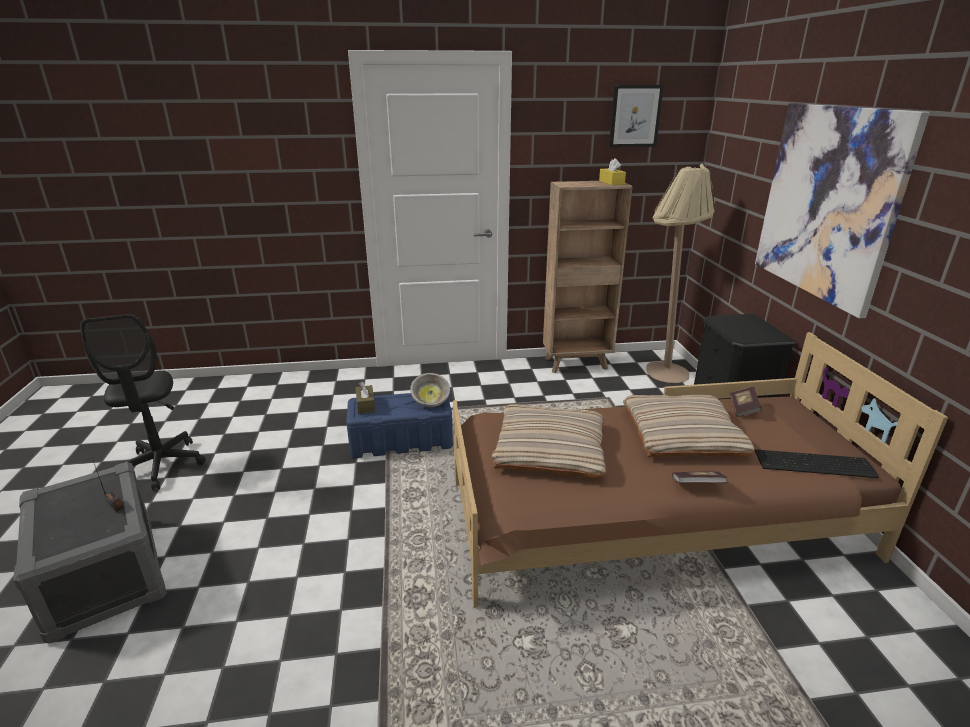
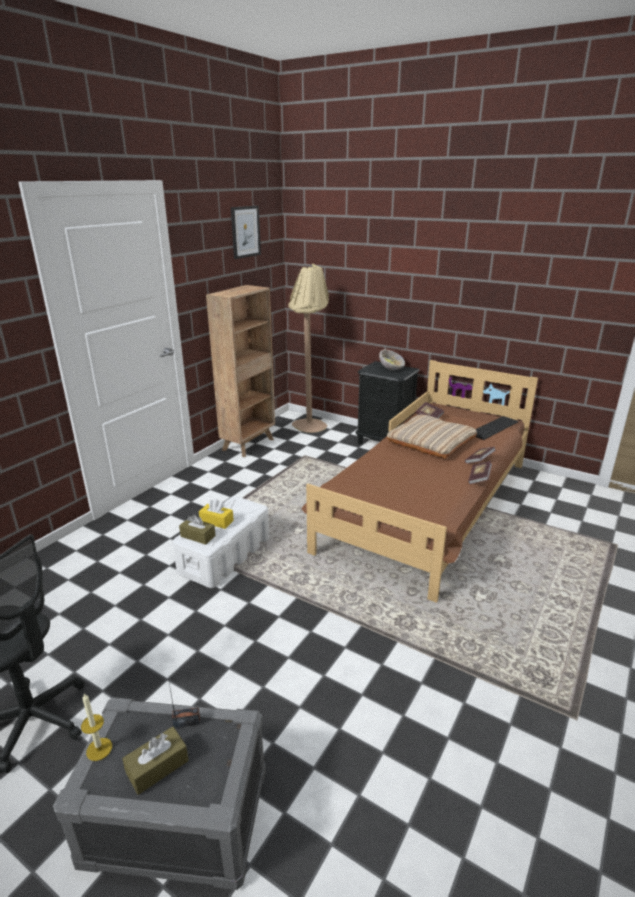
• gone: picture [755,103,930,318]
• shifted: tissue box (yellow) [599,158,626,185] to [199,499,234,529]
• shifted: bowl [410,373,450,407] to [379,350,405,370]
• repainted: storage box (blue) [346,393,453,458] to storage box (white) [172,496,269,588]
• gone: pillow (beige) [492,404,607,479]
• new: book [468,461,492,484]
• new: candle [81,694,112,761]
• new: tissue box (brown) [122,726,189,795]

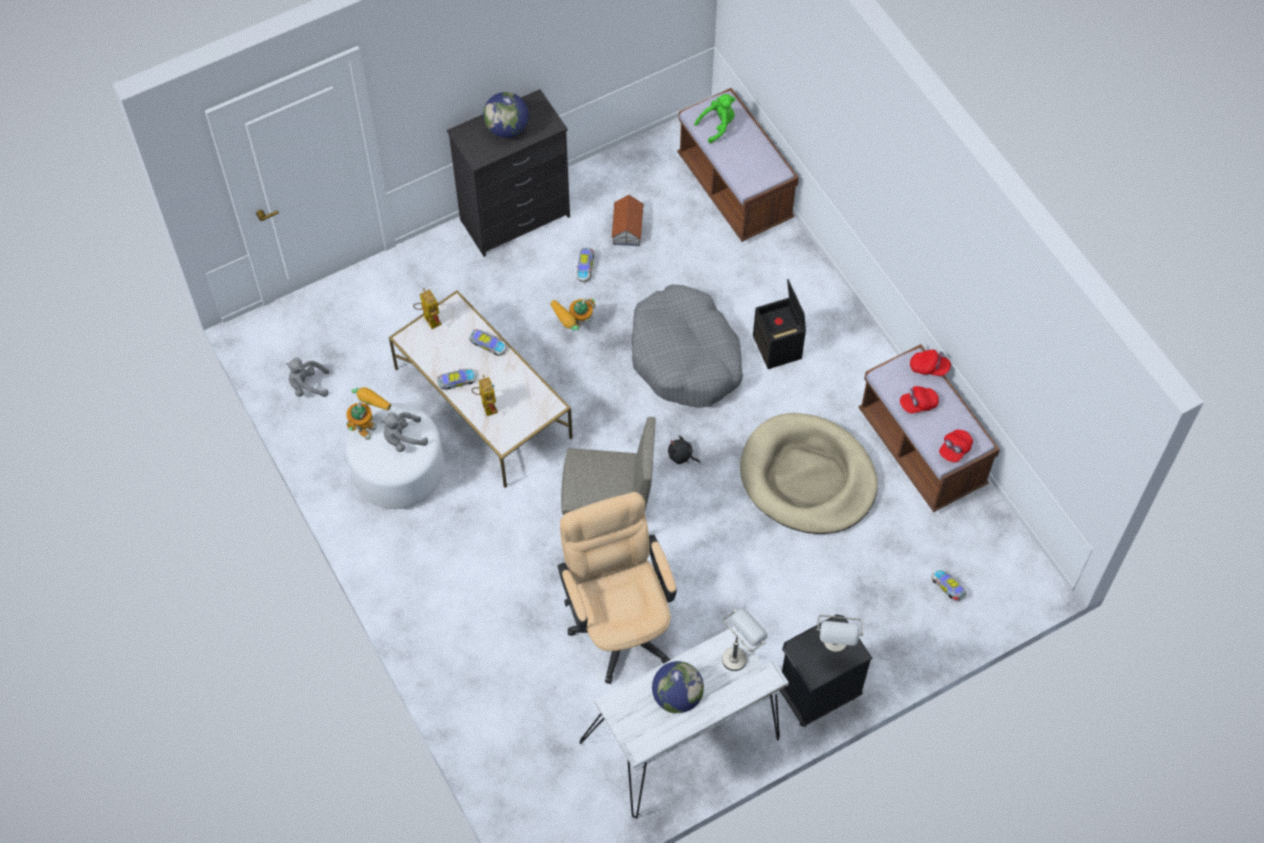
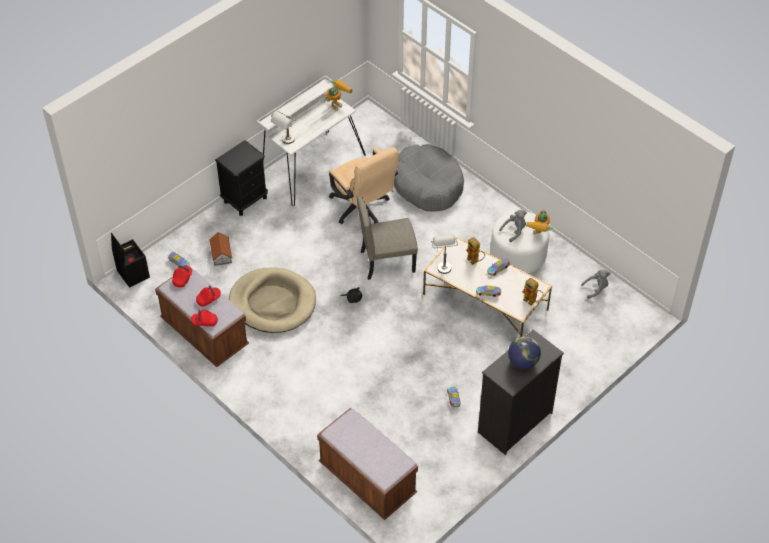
• gone: plush toy (green) [694,94,736,143]
• shifted: toy house [611,195,644,246] to [209,232,232,266]
• shifted: storage box (black) [753,279,806,369] to [111,233,150,288]
• shifted: dog bed (grey) [632,285,743,408] to [394,144,464,212]
• shifted: toy robot [550,298,596,331] to [325,80,353,112]
• shifted: table lamp (grey) [816,615,863,653] to [431,234,458,274]
• gone: globe [652,661,704,713]

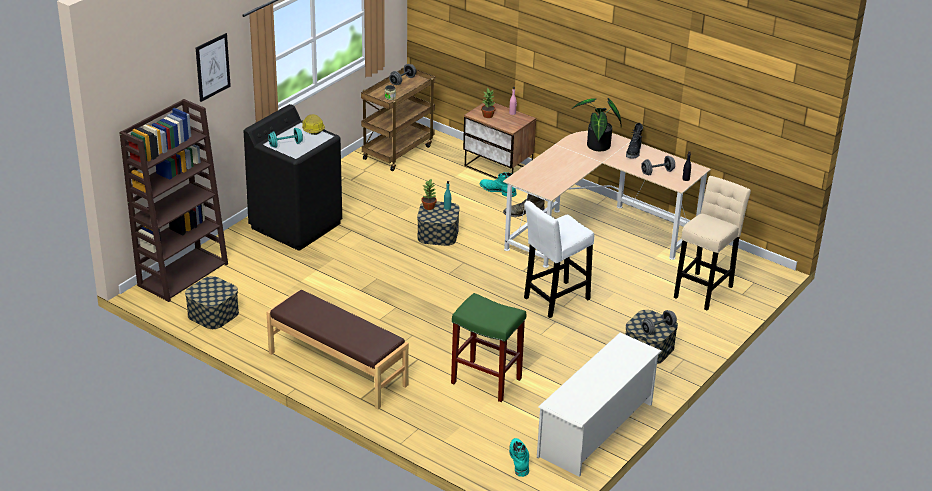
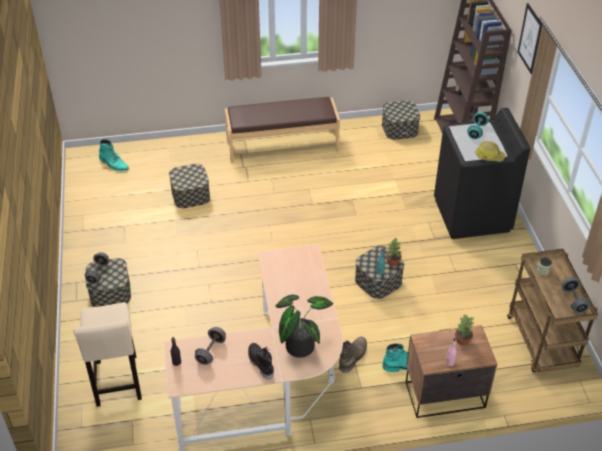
• gone: stool (white) [524,201,594,318]
• swapped: stool (green) [451,293,526,402] to storage box [169,164,210,208]
• gone: shoe rack (white) [537,333,662,477]

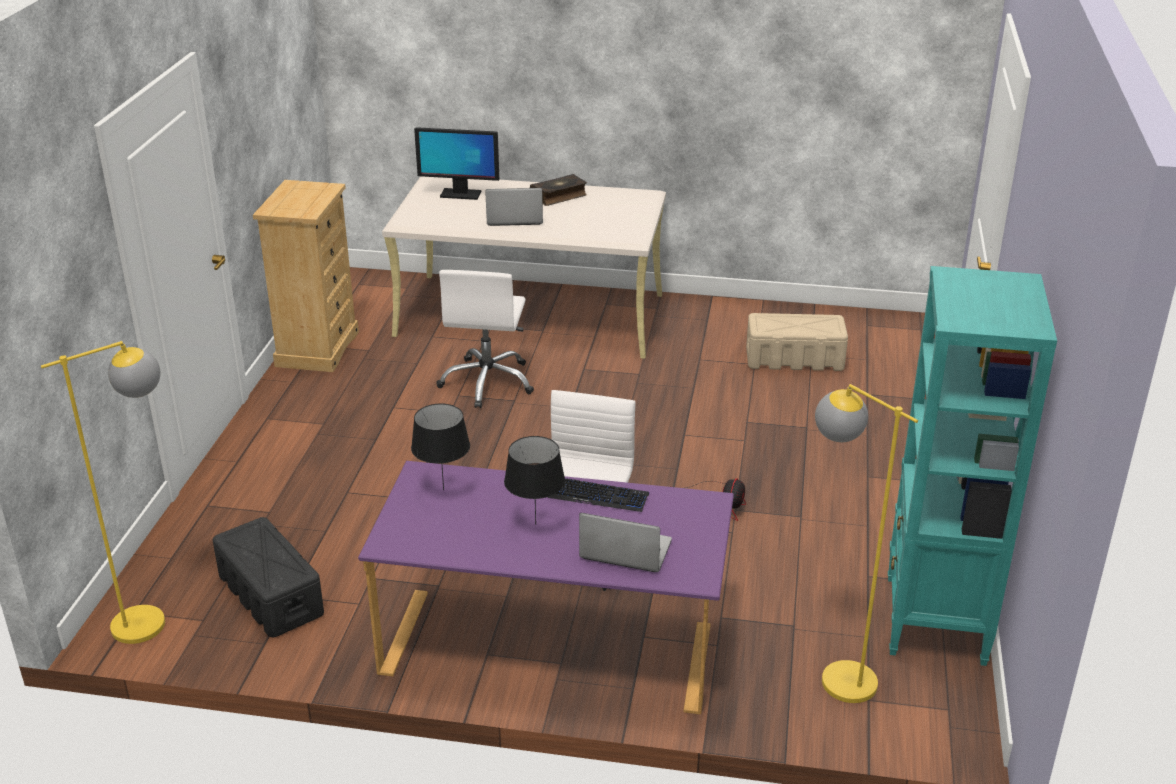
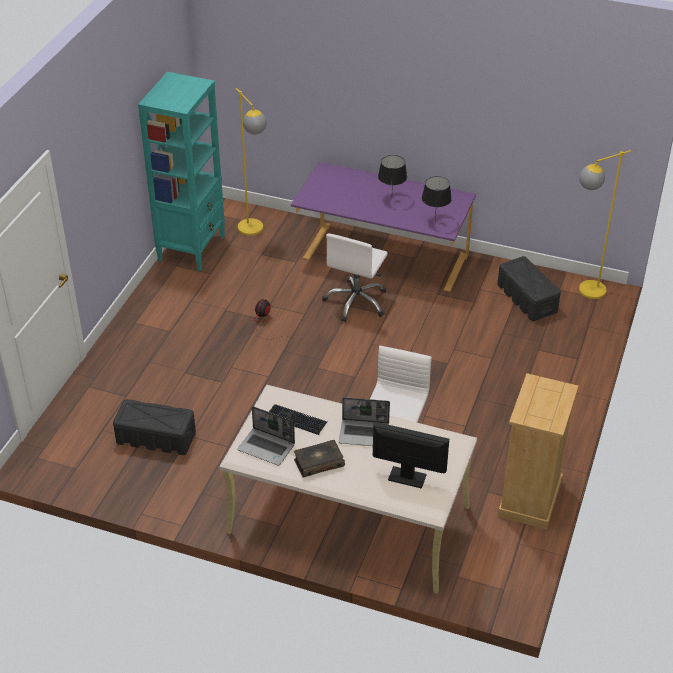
• repainted: storage box (beige) [746,313,848,371] to storage box (black) [113,399,196,455]
• shifted: keyboard [548,478,649,512] to [269,404,327,435]
• shifted: laptop [579,513,672,572] to [237,406,295,466]

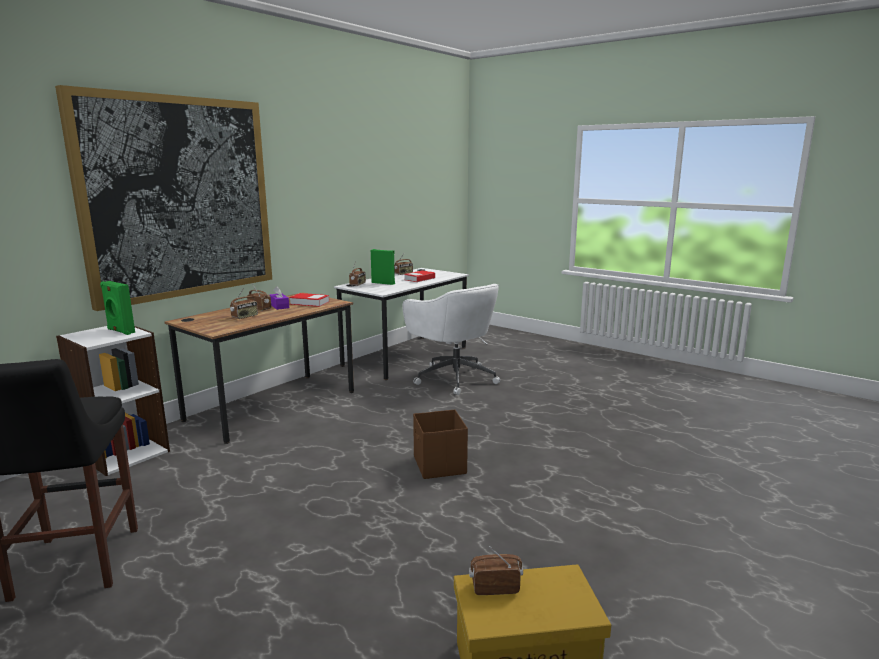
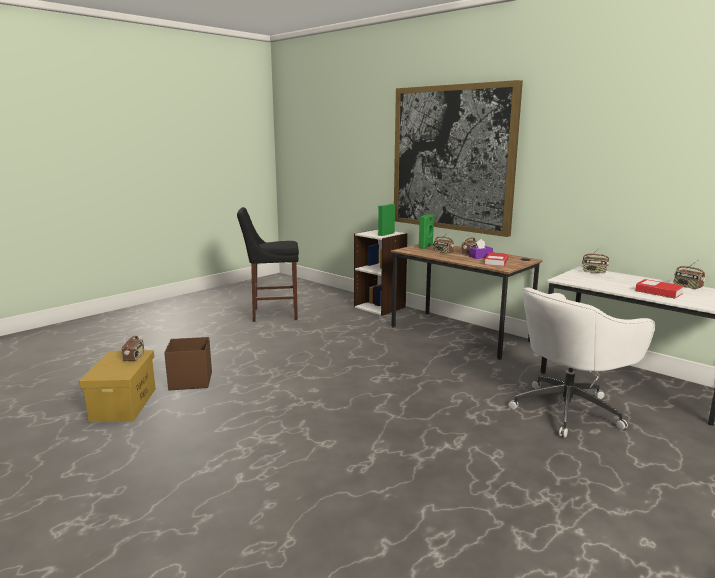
• shifted: speaker (green) [371,249,395,285] to [419,214,434,249]
• shifted: storage box (brown) [413,410,468,479] to [164,337,212,390]

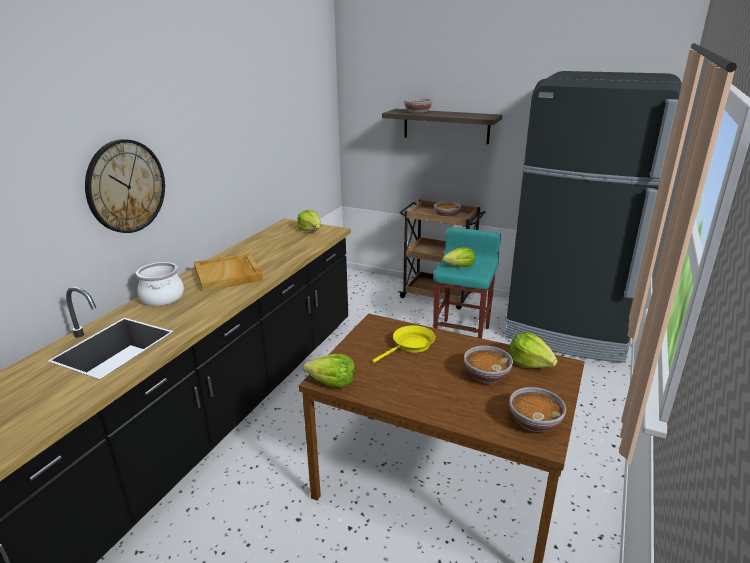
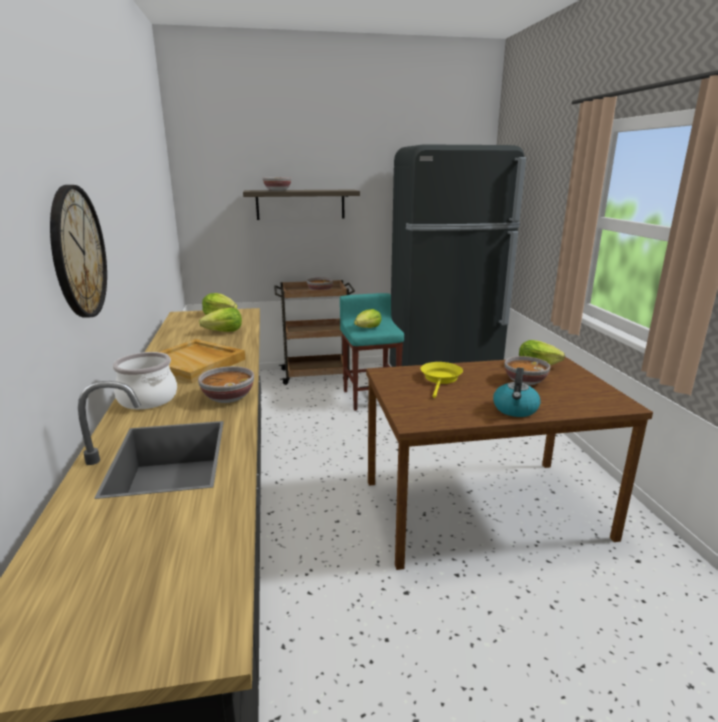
• shifted: lettuce [304,354,355,388] to [199,307,242,332]
• shifted: bowl [509,387,566,432] to [198,366,254,403]
• new: kettle [493,368,541,417]

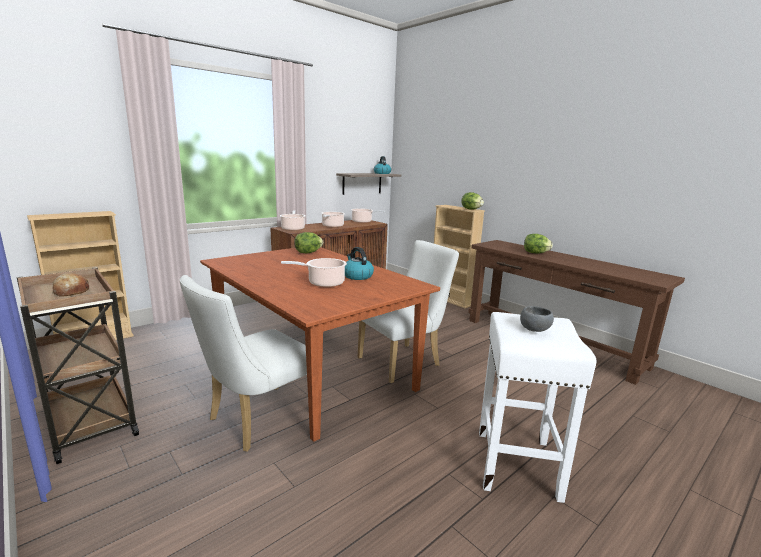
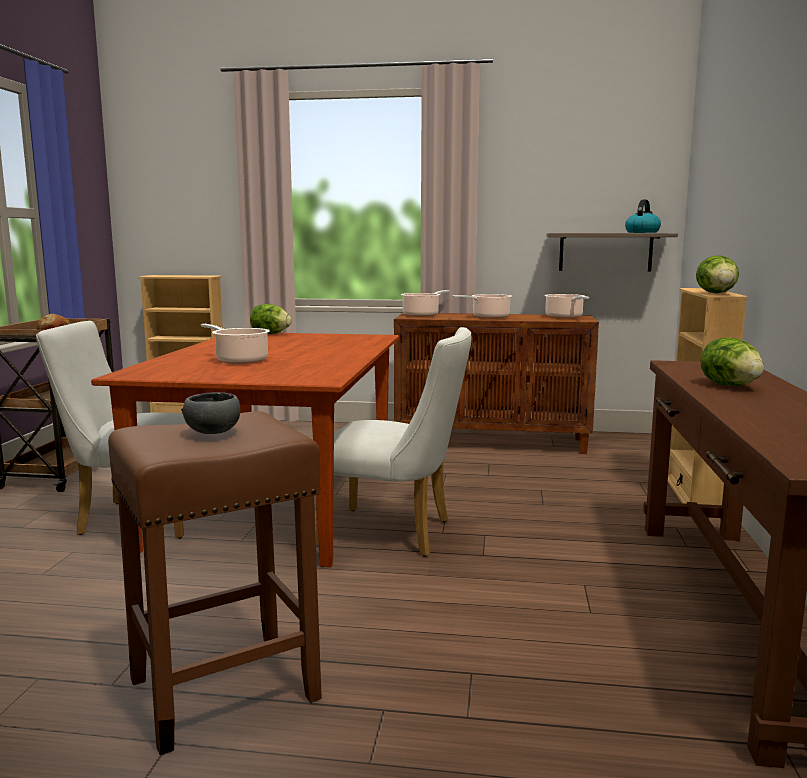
• shifted: lettuce [294,232,323,253] to [250,304,292,334]
• gone: kettle [345,247,374,280]
• repainted: stool (white) [479,312,596,503] to stool (brown) [108,411,322,755]

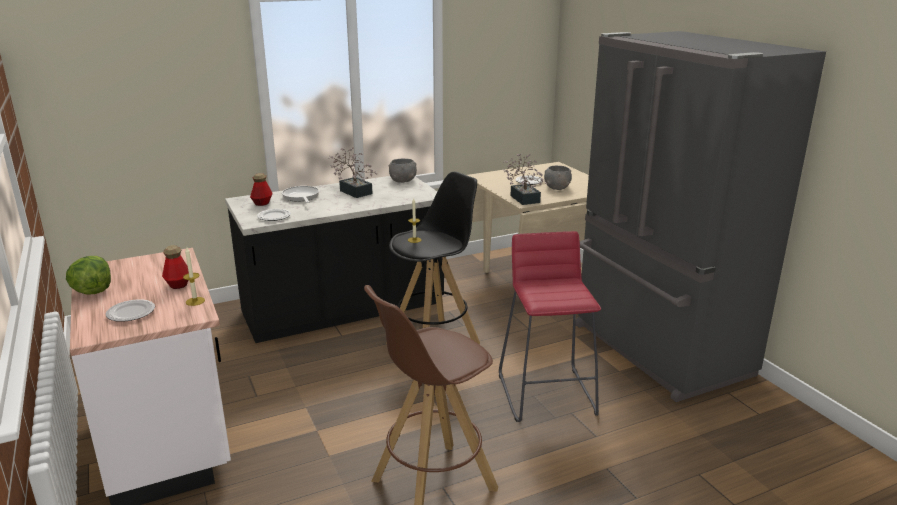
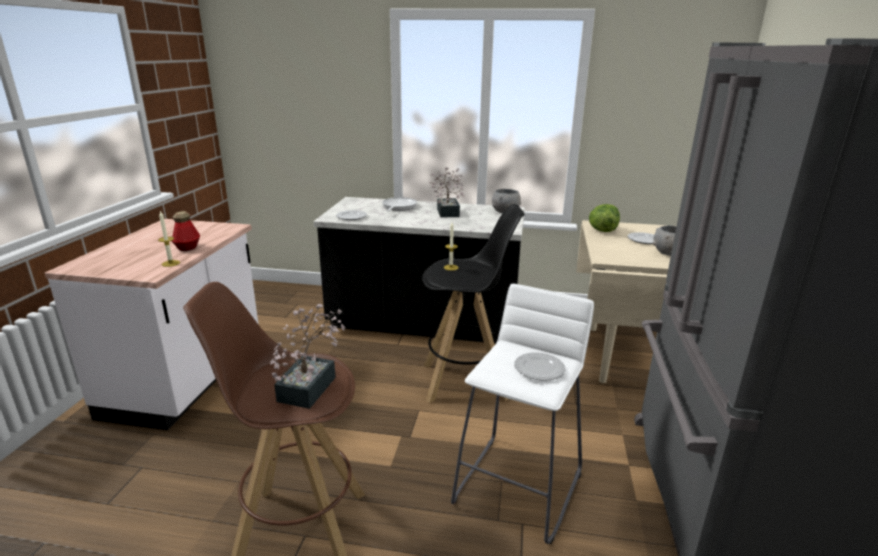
• shifted: potted plant [503,154,547,205] to [270,304,345,409]
• gone: bottle [250,173,272,206]
• repainted: stool (red) [499,231,601,422] to stool (white) [451,284,594,544]
• shifted: lettuce [66,256,111,294] to [589,204,620,232]
• shifted: plate [106,299,155,322] to [515,352,566,381]

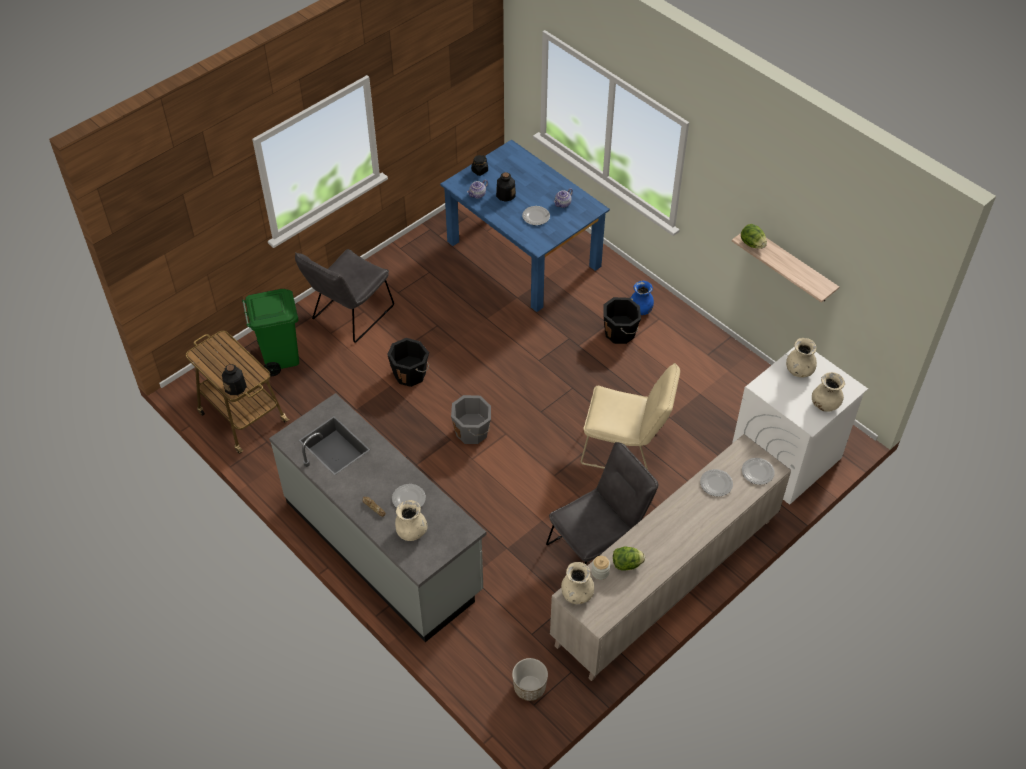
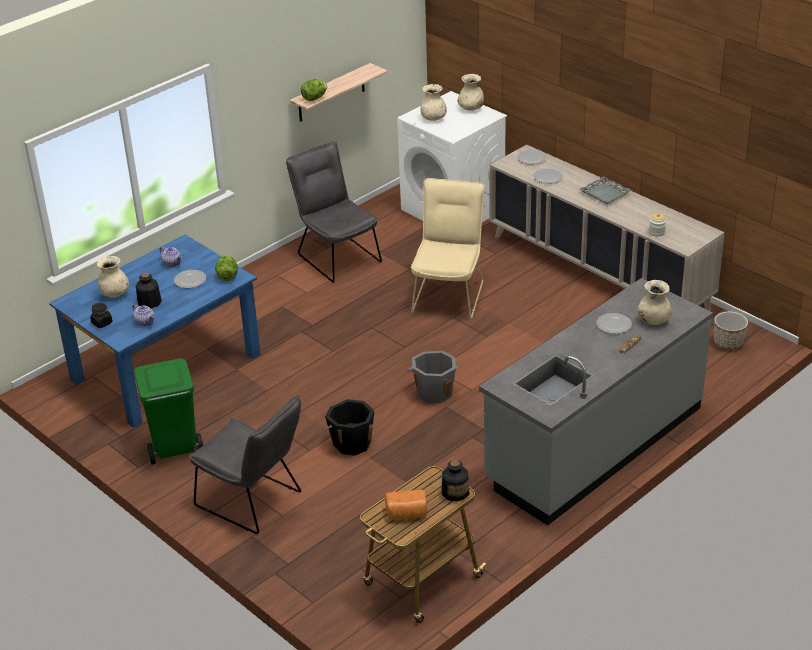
• gone: vase (blue) [630,281,654,315]
• shifted: trash can (green) [242,289,299,376] to [134,358,203,465]
• gone: bucket (black) [604,297,641,344]
• shifted: chair (grey) [546,442,658,565] to [286,142,382,282]
• shifted: lettuce [613,546,645,571] to [215,256,238,281]
• shifted: vase (beige) [561,562,594,604] to [97,256,129,297]
• new: tray (grey) [580,176,632,204]
• new: bread [385,490,427,520]

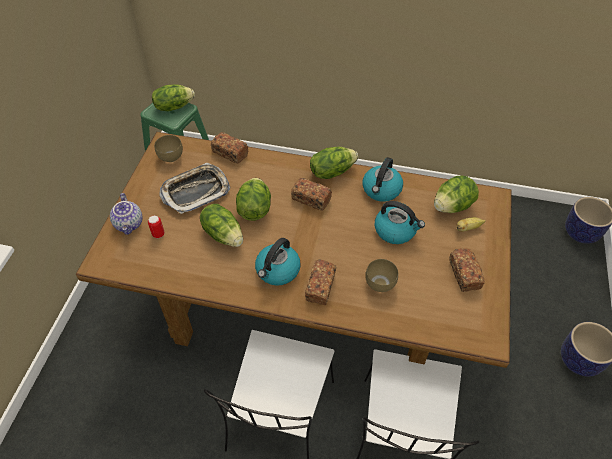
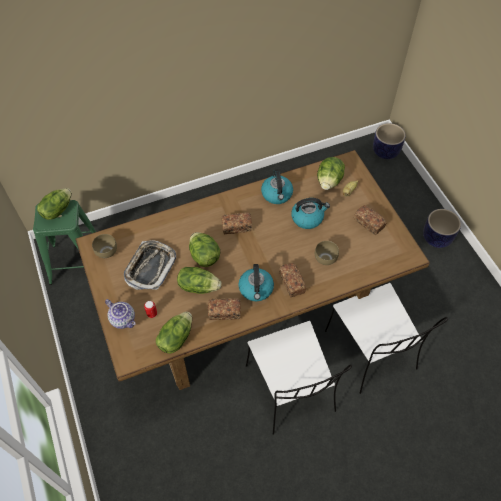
• shifted: bread [211,132,248,164] to [208,298,241,320]
• shifted: lettuce [310,147,358,179] to [156,312,192,354]

